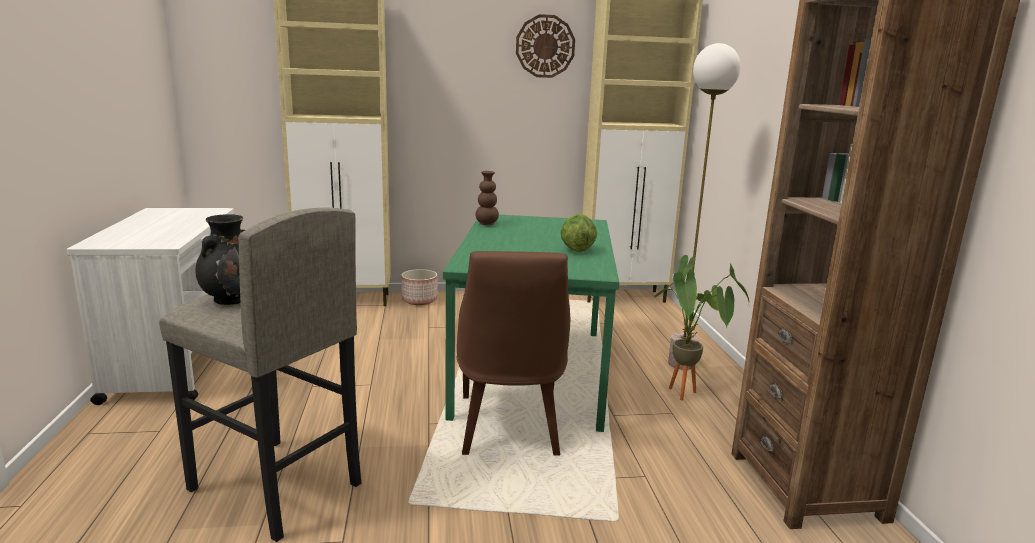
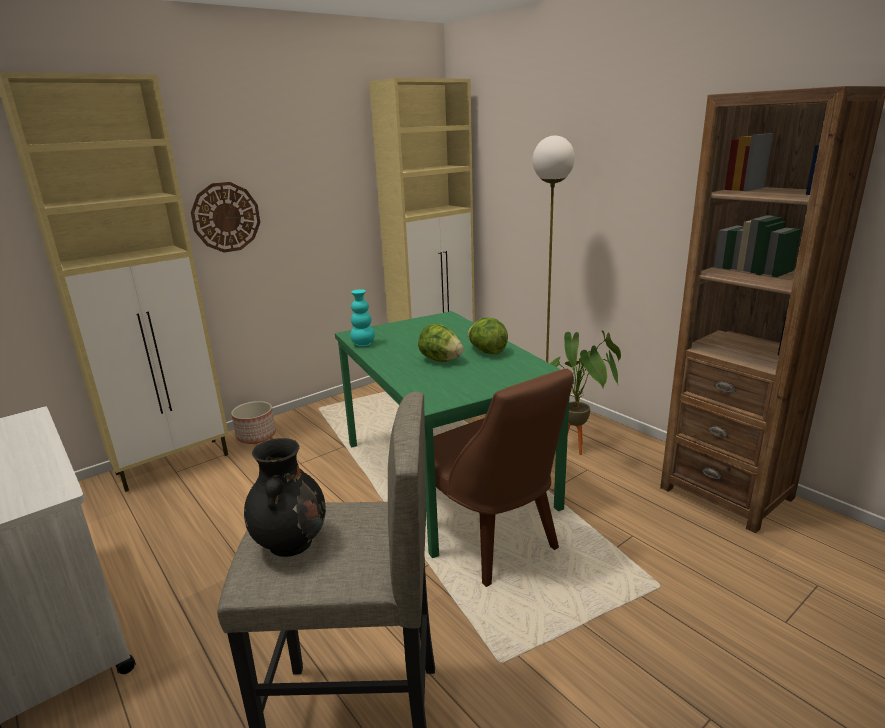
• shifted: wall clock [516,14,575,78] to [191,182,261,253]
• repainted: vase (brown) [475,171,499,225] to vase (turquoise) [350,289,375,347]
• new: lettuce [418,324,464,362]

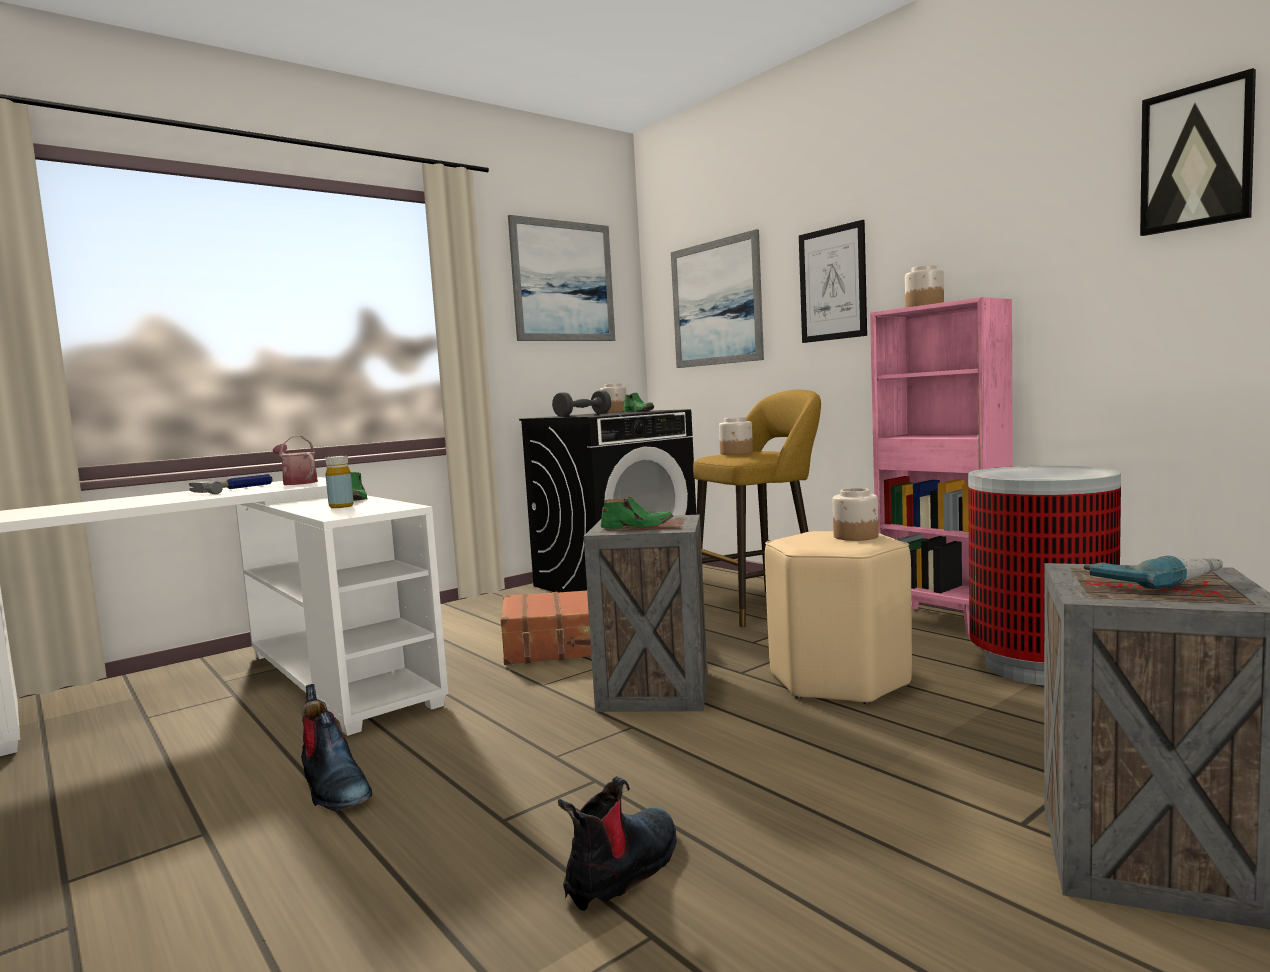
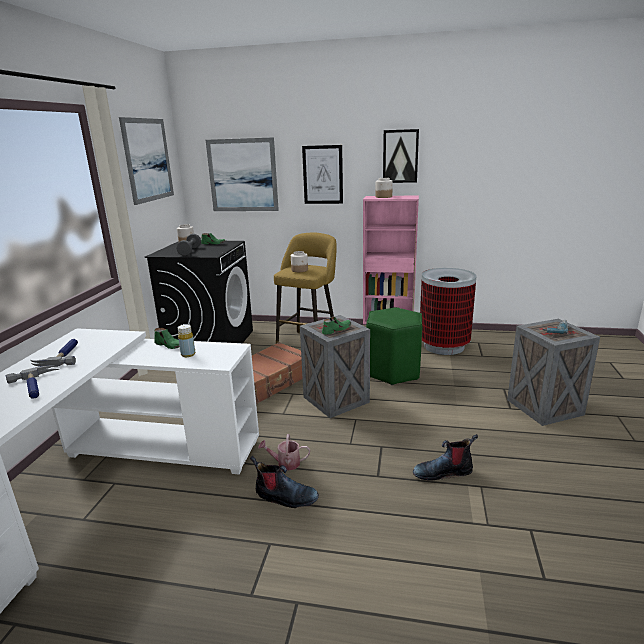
• shifted: picture [1140,68,1256,236] to [383,129,419,183]
• shifted: watering can [273,435,318,485] to [258,434,310,471]
• gone: jar [833,488,879,541]
• repainted: stool (beige) [765,531,912,704] to stool (green) [366,307,422,385]
• rotated: boot [558,776,677,911] = [413,434,478,481] 90 degrees counterclockwise
• new: hammer [6,365,59,399]

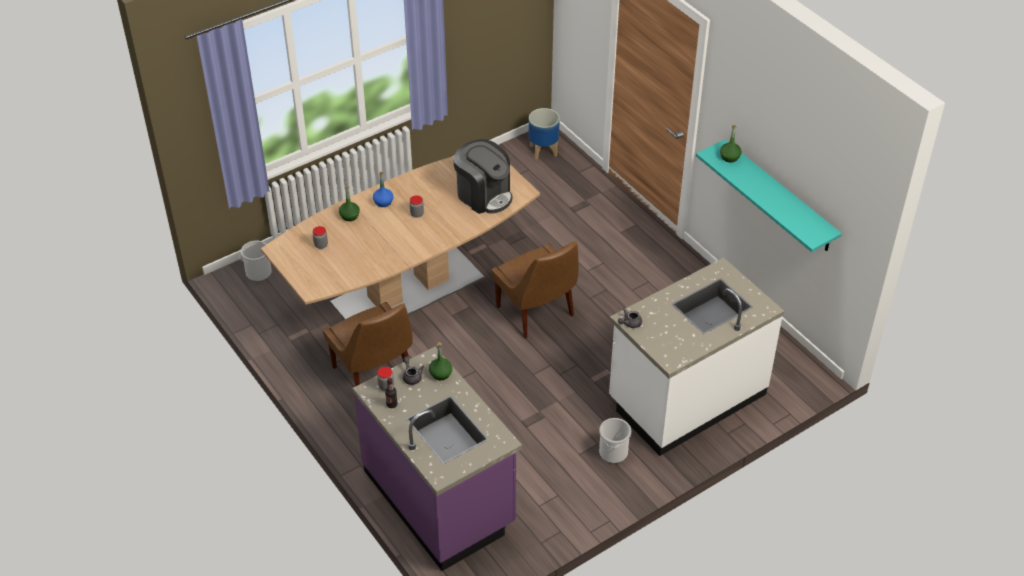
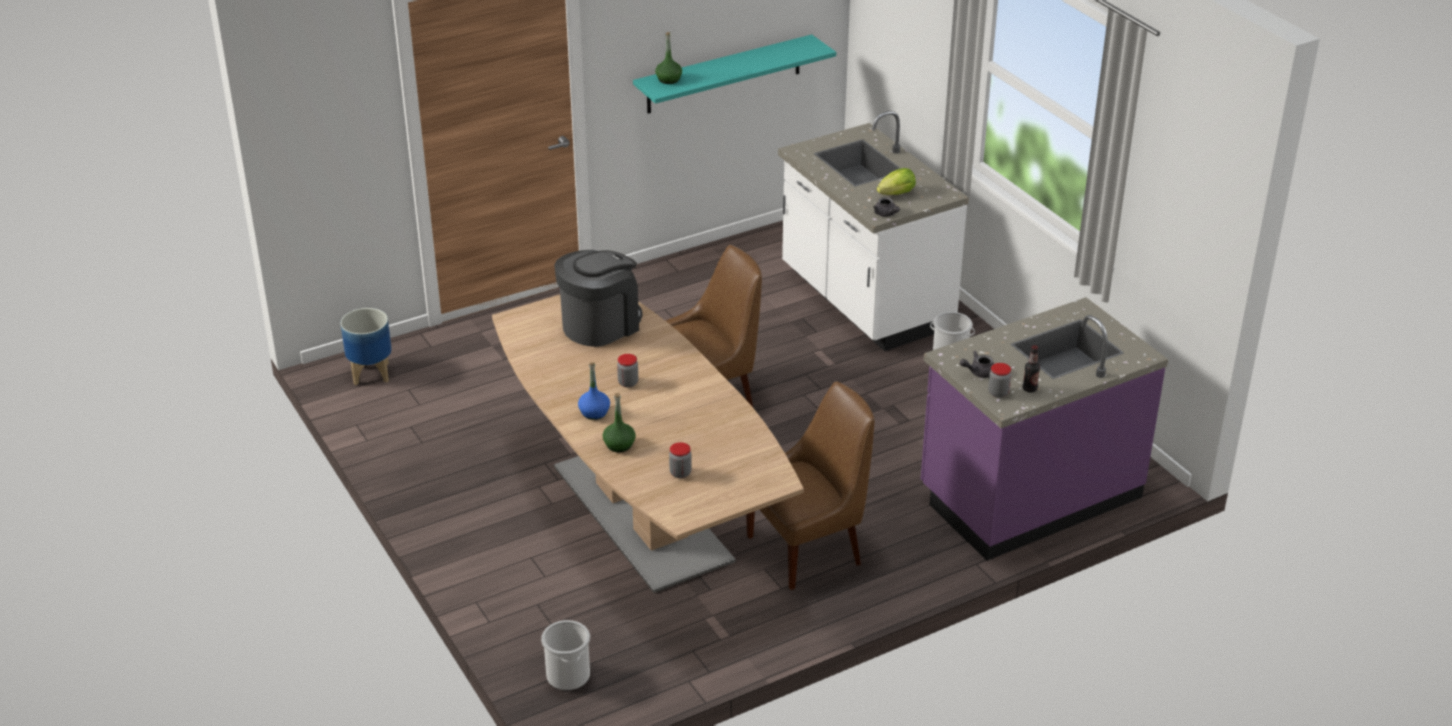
• gone: bottle (green) [429,342,453,380]
• new: lettuce [877,168,916,195]

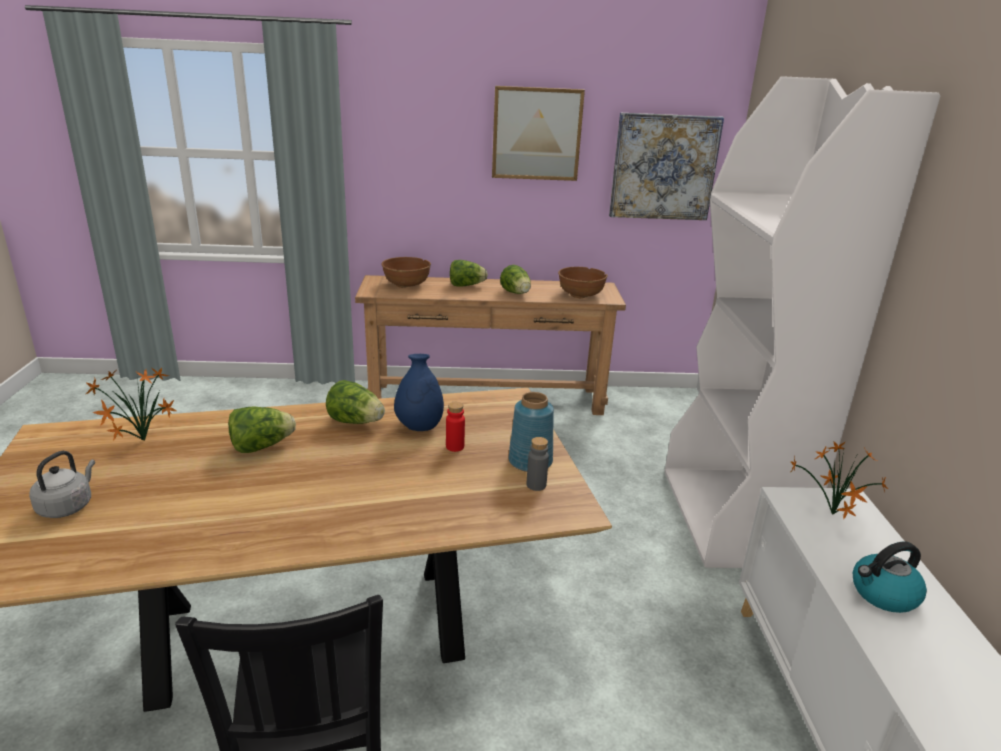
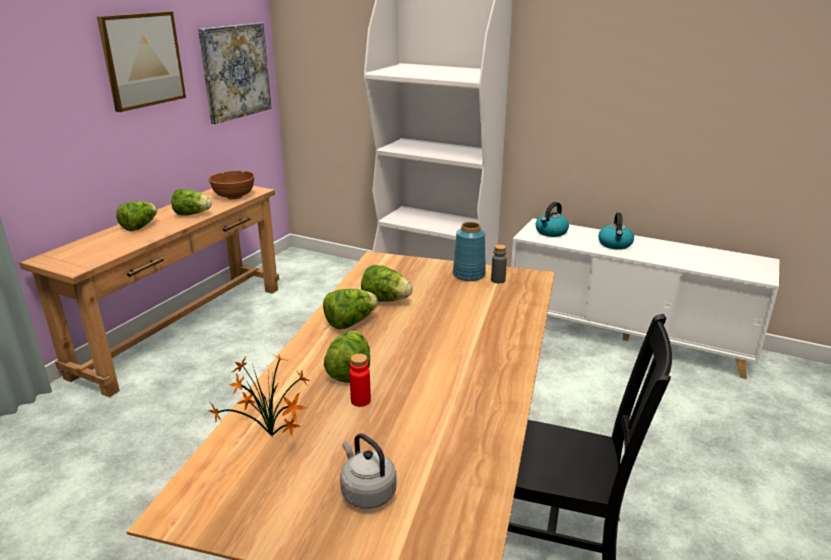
• gone: bowl (brown) [381,257,431,288]
• swapped: vase (blue) [394,354,444,431] to lettuce [361,265,413,302]
• shifted: bottle (red) [446,402,465,452] to [350,354,371,407]
• swapped: potted plant [791,442,888,519] to kettle [536,202,569,237]

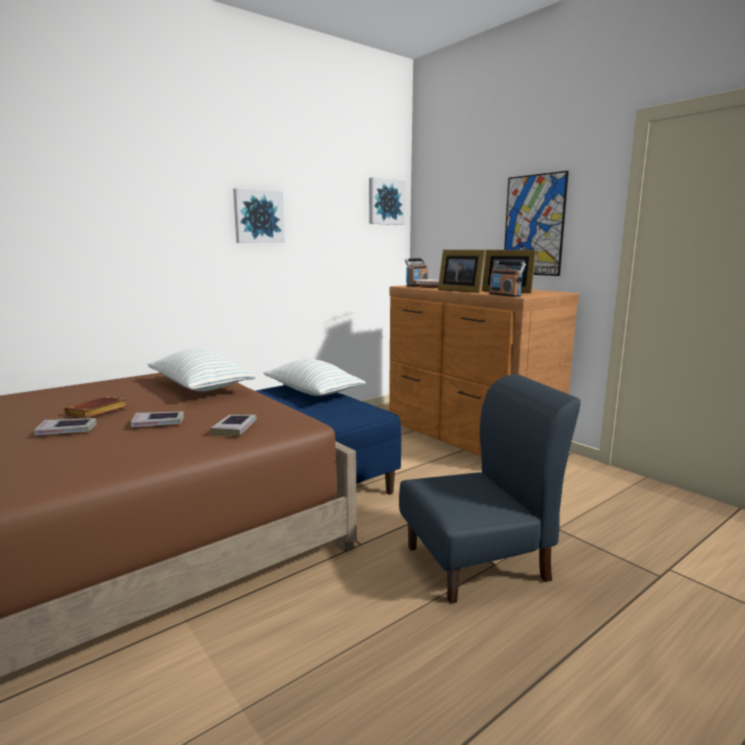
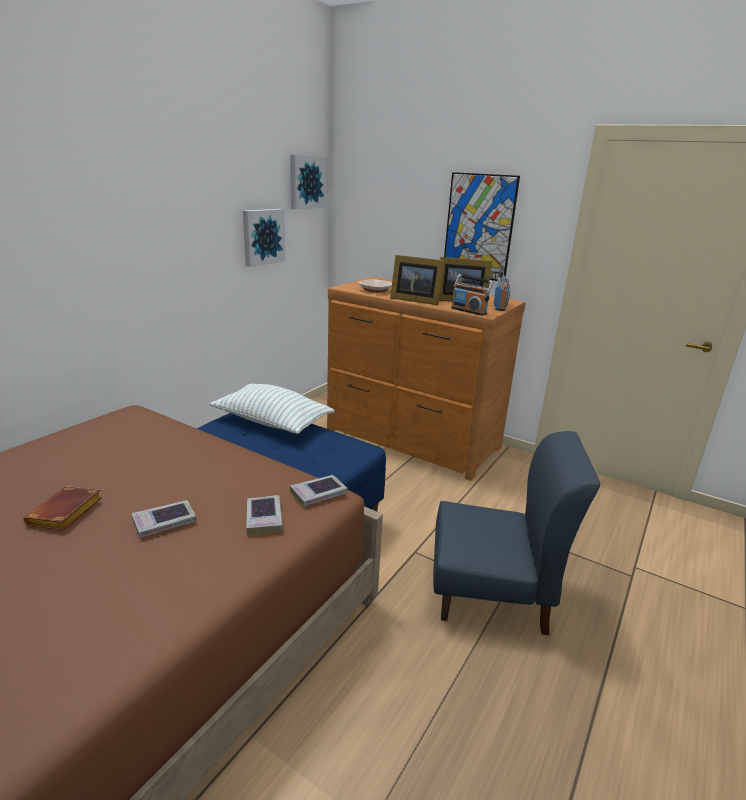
• shifted: picture [233,188,285,243] to [243,209,285,267]
• shifted: radio [405,258,428,287] to [494,271,510,311]
• gone: pillow [147,349,256,391]
• rotated: chair (blue) [399,374,580,604] = [433,431,600,635] 45 degrees clockwise
• shifted: book [34,418,97,435] to [290,475,348,506]

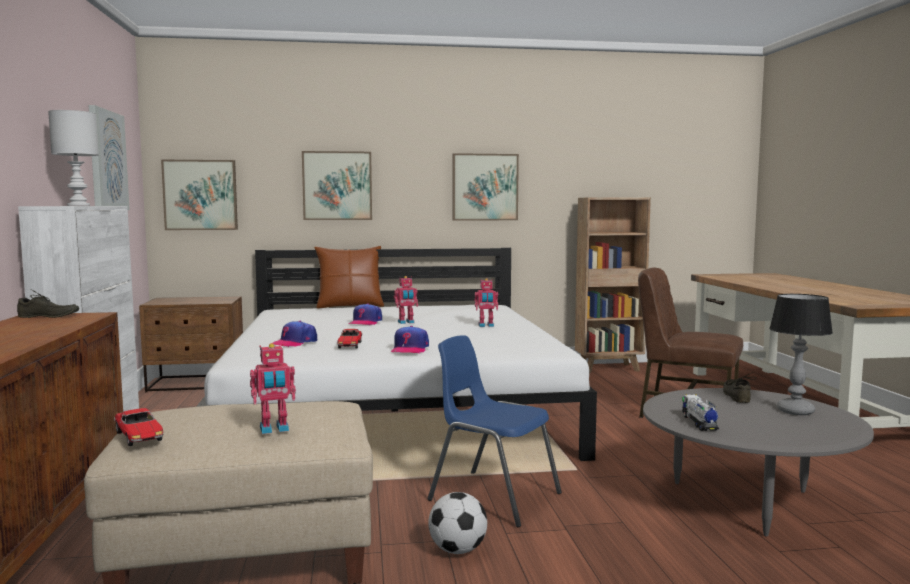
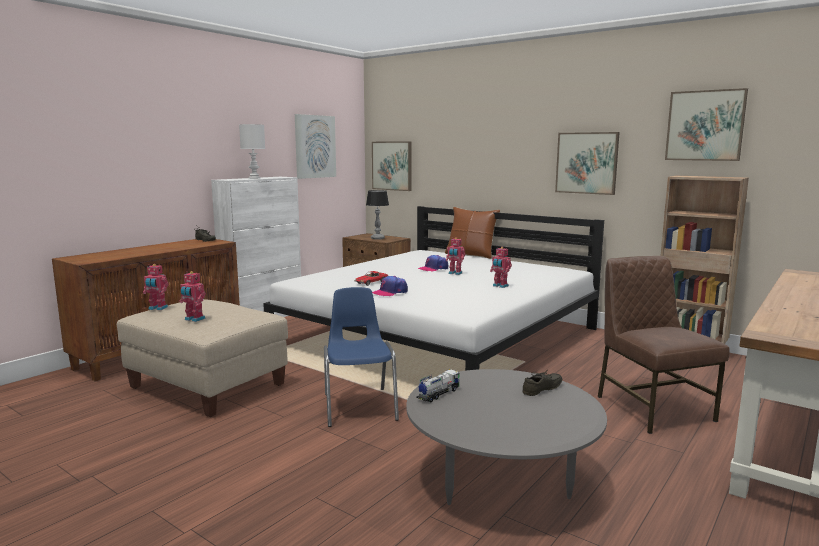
• shifted: picture [302,151,372,220] to [665,88,748,161]
• shifted: table lamp [769,294,833,415] to [366,190,389,240]
• gone: cap [273,321,317,347]
• swapped: toy car [114,408,164,446] to toy robot [143,264,169,310]
• gone: football [428,492,487,554]

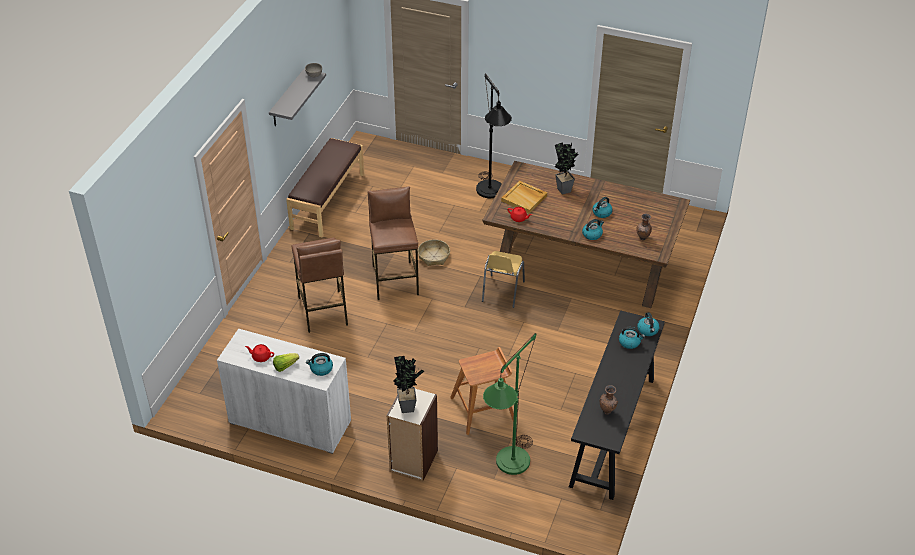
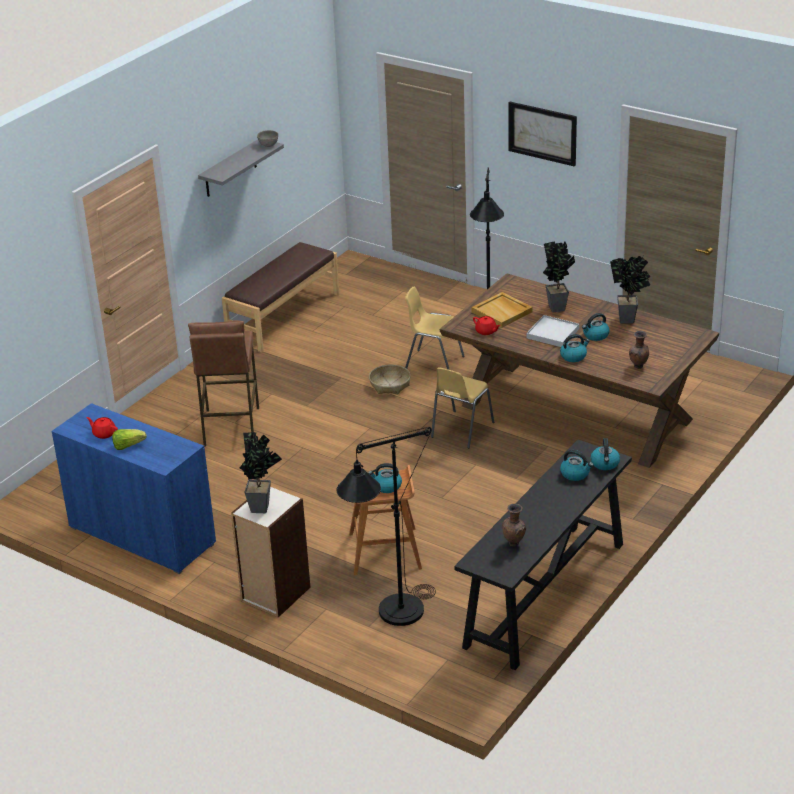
• gone: stool (brown) [368,186,419,300]
• repainted: cabinet (white) [217,329,351,454] to cabinet (blue) [51,403,216,574]
• repainted: floor lamp (green) [483,333,536,475] to floor lamp (black) [337,427,436,626]
• shifted: kettle [306,353,333,376] to [368,463,402,493]
• new: picture [508,102,577,166]
• new: potted plant [610,256,650,323]
• new: chair (yellow) [405,287,465,370]
• new: tray (white) [526,315,579,347]

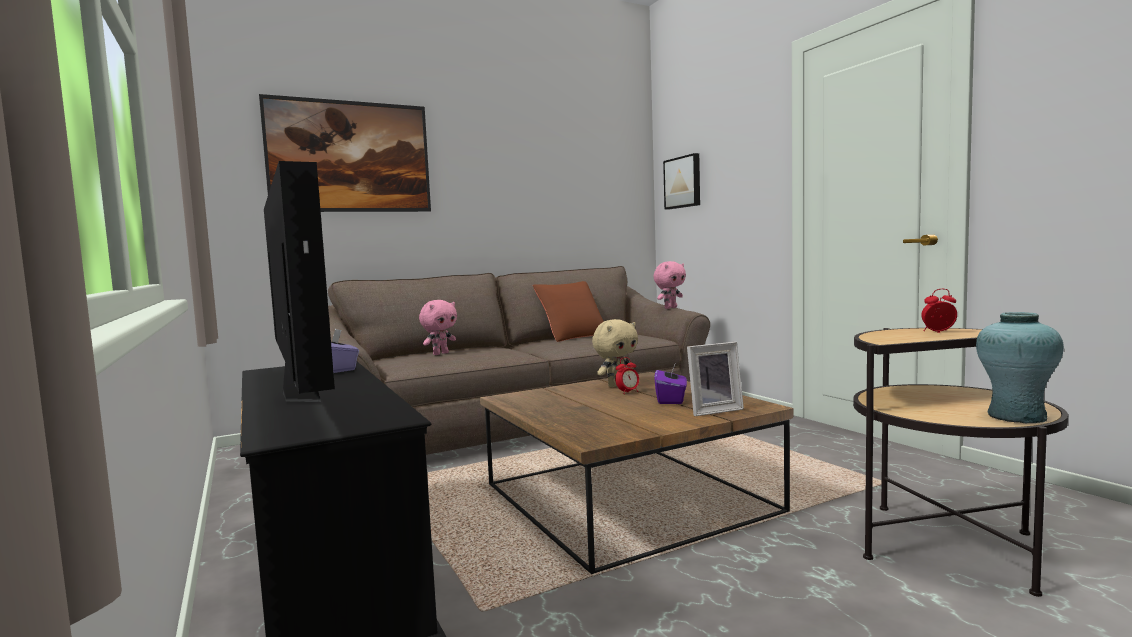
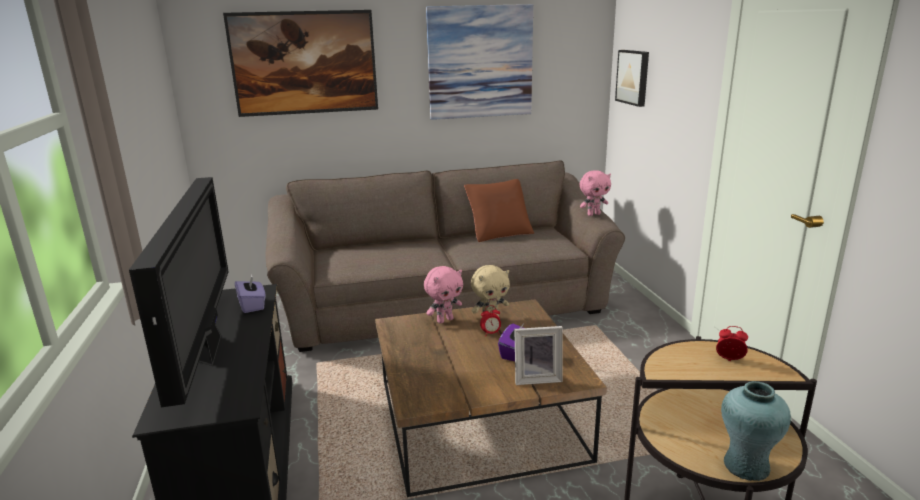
• shifted: plush toy (pink) [419,300,457,355] to [424,266,463,324]
• new: picture [426,4,533,120]

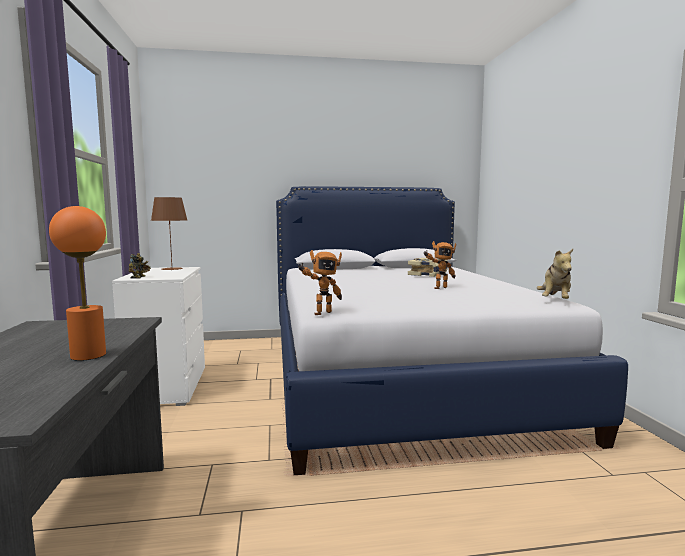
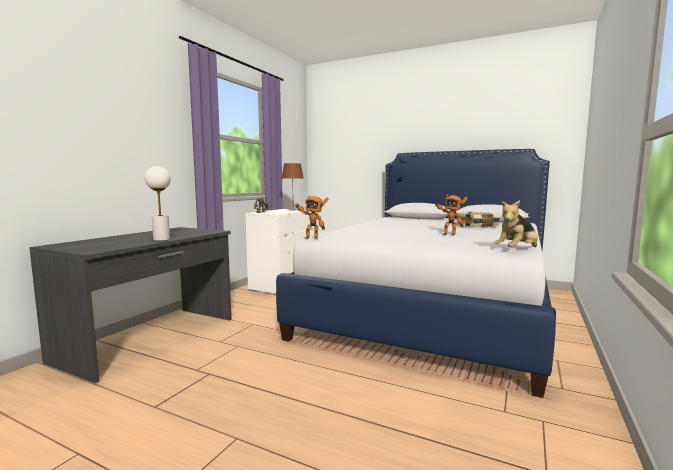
• repainted: table lamp (orange) [49,206,106,361] to table lamp (white) [145,166,171,241]

